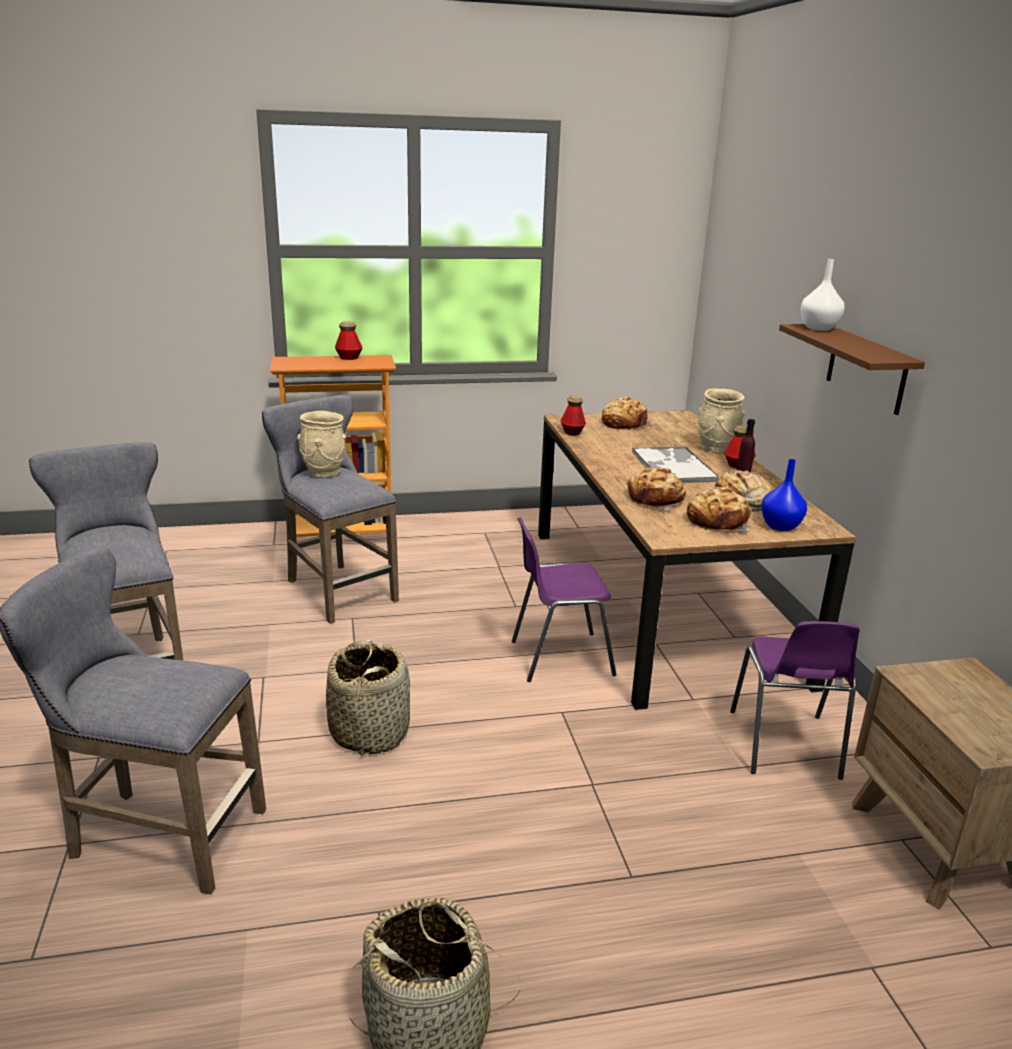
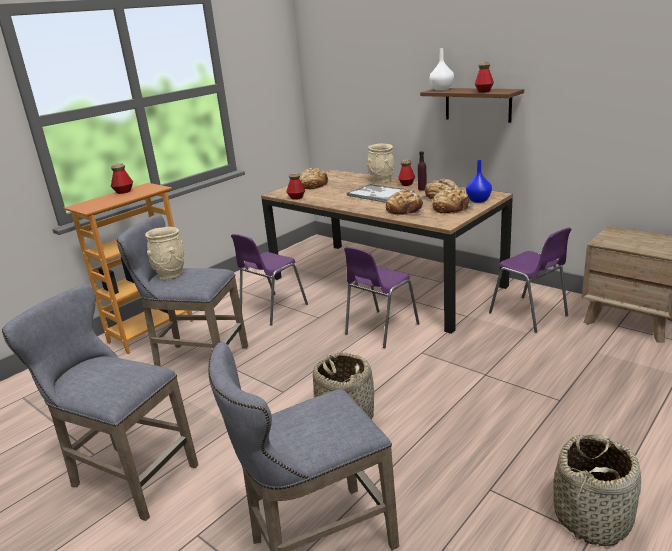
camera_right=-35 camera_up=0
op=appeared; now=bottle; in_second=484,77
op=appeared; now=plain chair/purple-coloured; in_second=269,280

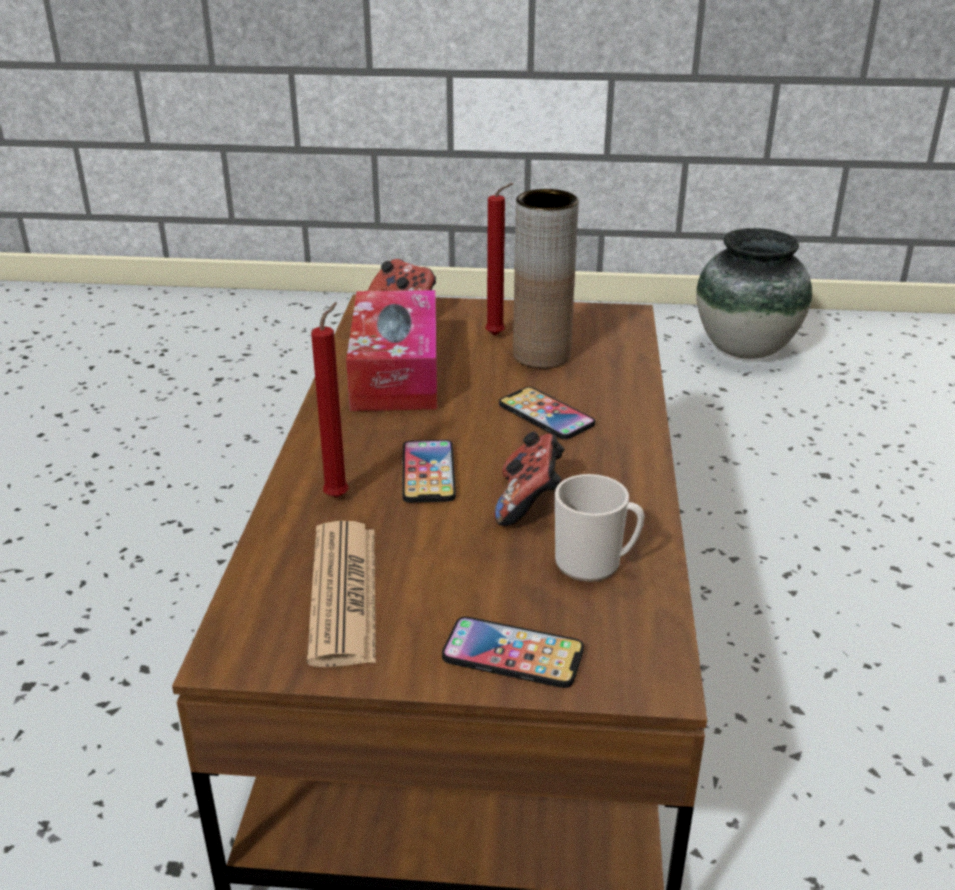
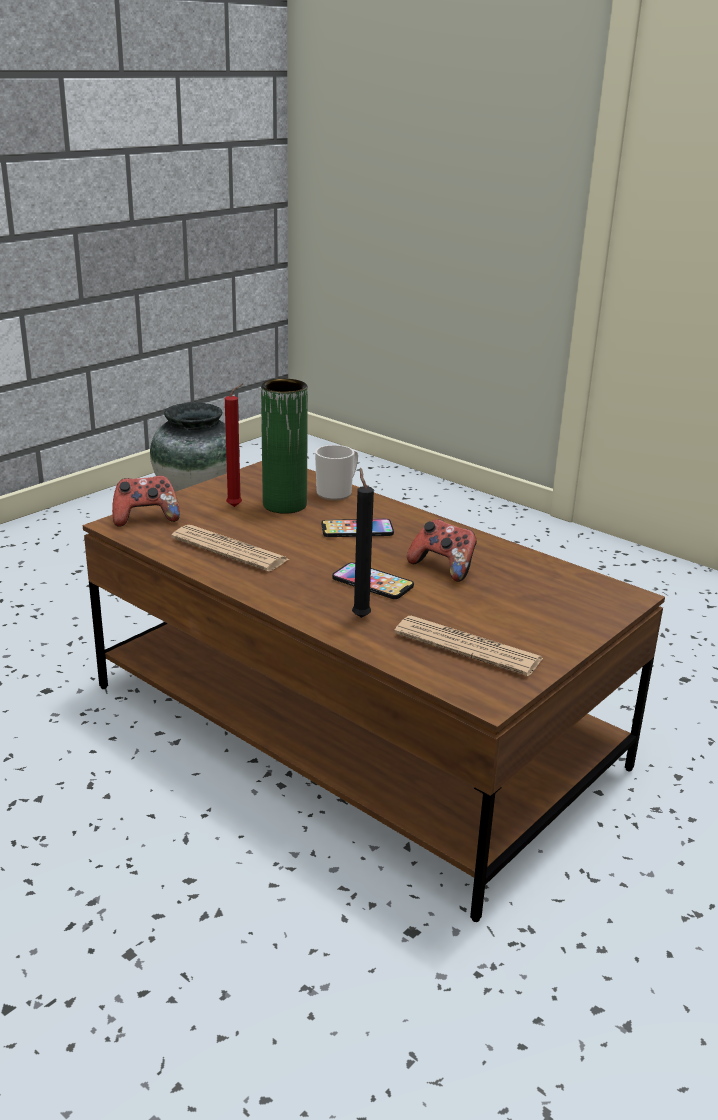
camera_right=-55 camera_up=-5
op=colour; was=flower vase/brown; now=flower vase/green-coloured; in_first=546,278; in_second=284,446
op=exchanged; was=tissue box; now=printed paper; in_first=391,350; in_second=230,548
op=colour; was=candle/red; now=candle/black; in_first=329,400; in_second=363,543
op=relocated; was=mug; in_first=600,528; in_second=336,473
op=missing; was=handset; in_first=513,652

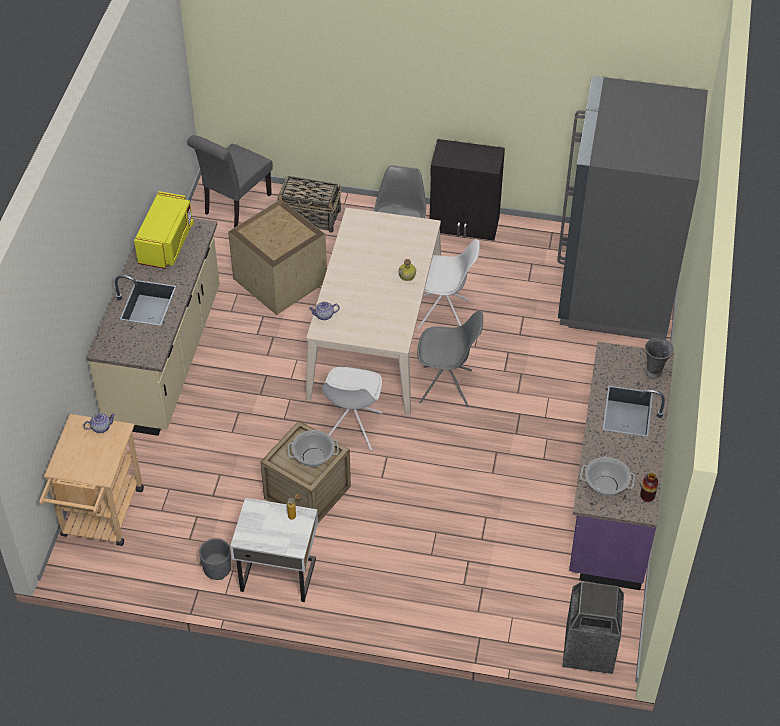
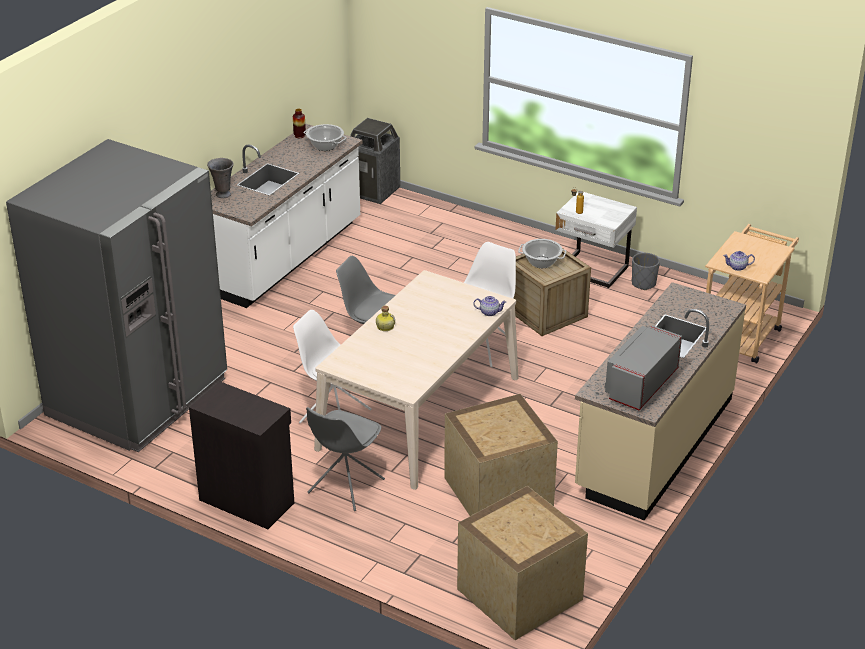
camera_right=-160 camera_up=-15
op=exchanged; was=plain chair/greyish; now=shipping crate; in_first=230,181; in_second=522,563
op=missing; was=household basket; in_first=309,204
op=colour; was=microwave oven/yellowish; now=microwave oven/greyish; in_first=164,230; in_second=643,367
op=colour; was=kitchen counter/purple-coloured; now=kitchen counter/whitish; in_first=621,466; in_second=287,216

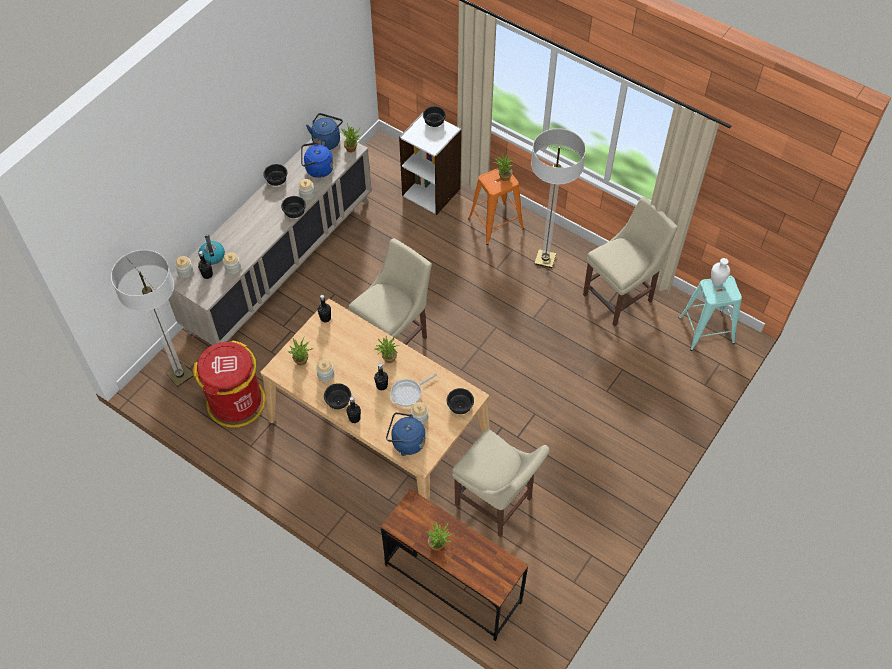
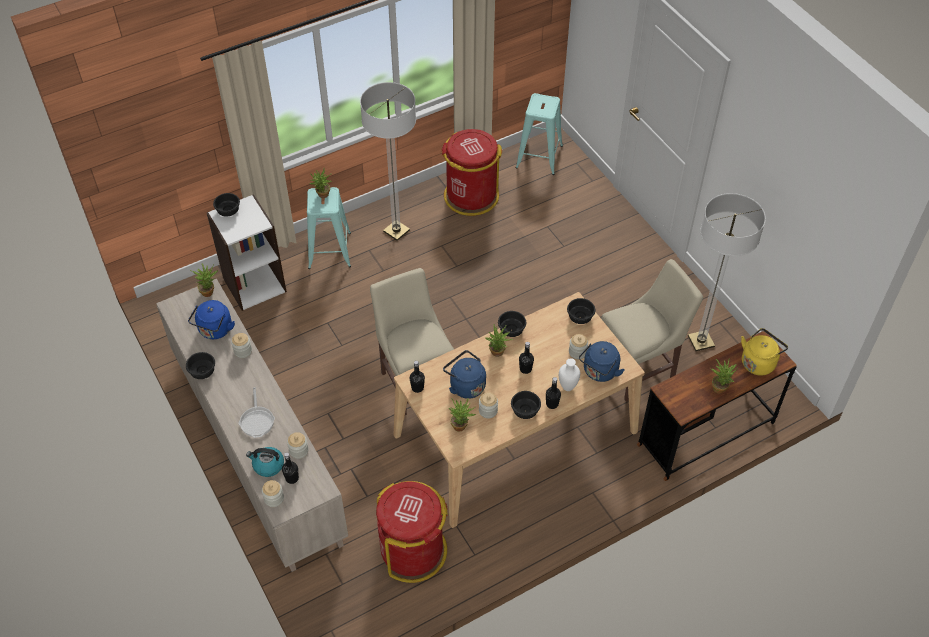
camera_right=-65 camera_up=-5
op=relocated; was=water kettle/blue-coloured; in_first=324,131; in_second=464,374
op=colour; was=stool seat/orangey; now=stool seat/turquoise-coloured; in_first=496,206; in_second=329,228
op=relocated; was=deep dish/black; in_first=293,207; in_second=512,324
op=exchanged; was=plain chair/beige; now=trash can/red; in_first=630,262; in_second=472,172
op=relocated; was=floor lamp; in_first=152,318; in_second=727,272
op=relocated; was=flower vase/whitish; in_first=720,272; in_second=569,374
op=relocated; was=pan; in_first=413,390; in_second=256,412
op=appeared; now=water kettle/yellowish; in_second=764,352

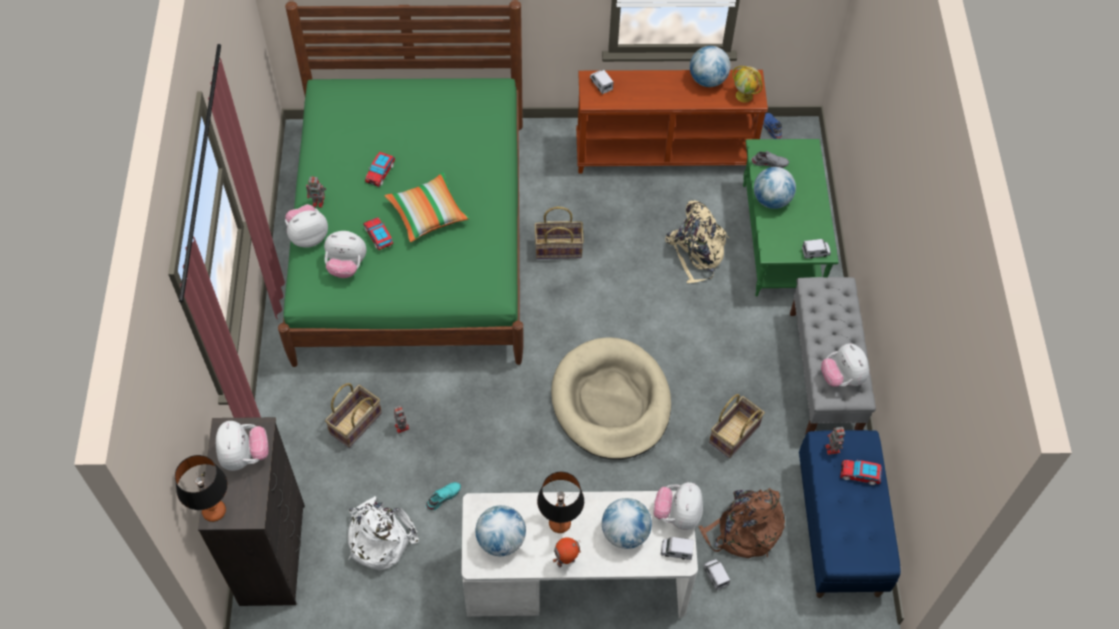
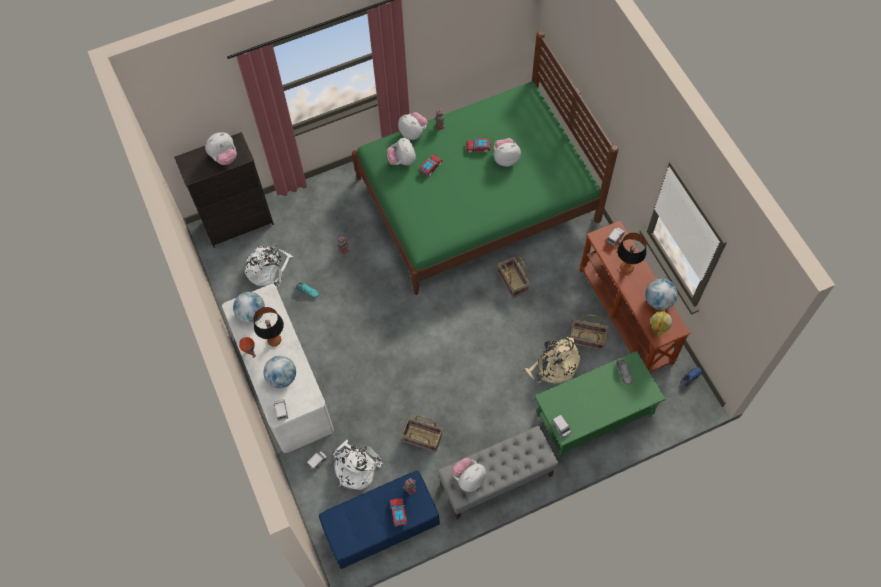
camera_right=70 camera_up=5
op=missing; was=world globe; in_first=775,188
op=missing; was=pillow; in_first=427,207
op=missing; was=dog bed/beige; in_first=611,398
op=relocated; was=household basket; in_first=353,415; in_second=589,332
op=relocated; was=table lamp; in_first=201,488; in_second=631,253
op=relocated; was=cuddly toy; in_first=678,506; in_second=507,152
op=colour; was=backpack/brown; now=backpack/whitish; in_first=741,523; in_second=357,465

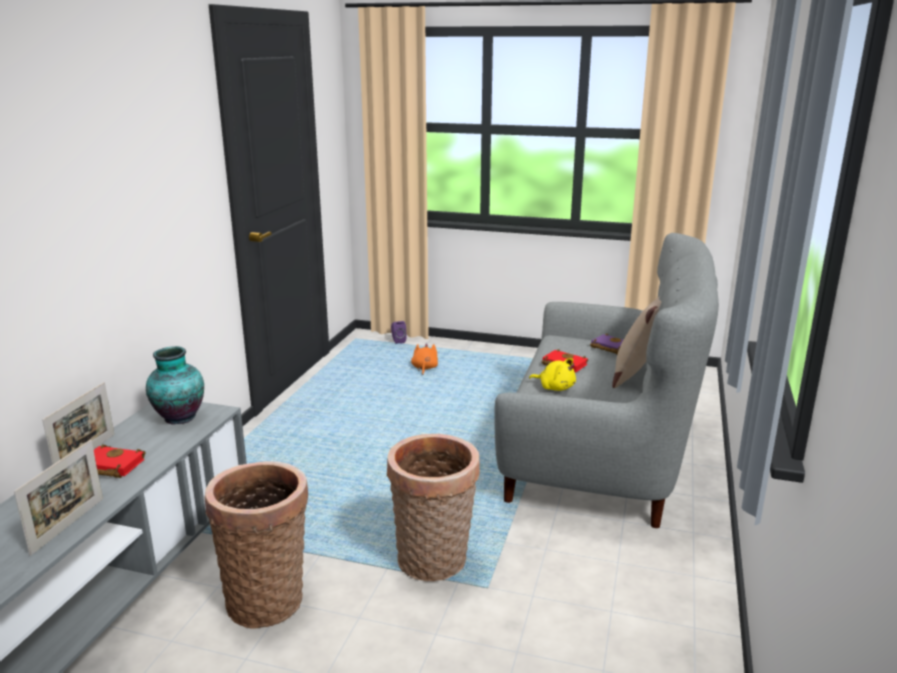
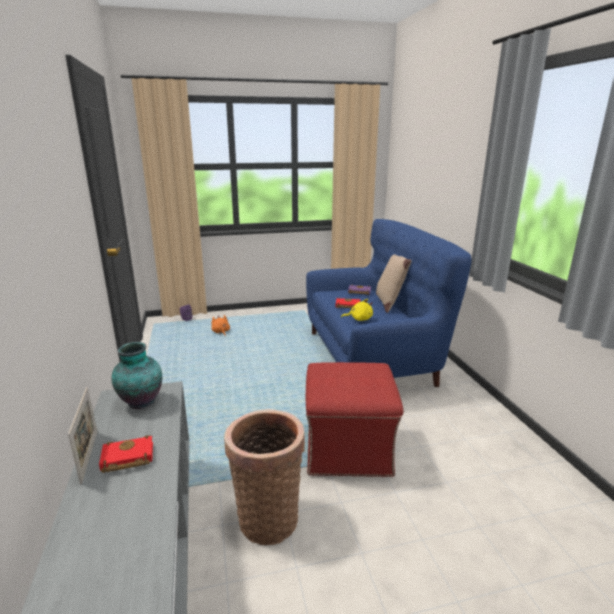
camera_right=-30 camera_up=0
op=colour; was=settee/greyish; now=settee/blue-coloured; in_first=606,380; in_second=389,303
op=exchanged; was=household basket; now=pouffe/red; in_first=433,507; in_second=355,419
op=missing; was=standing frame; in_first=58,498

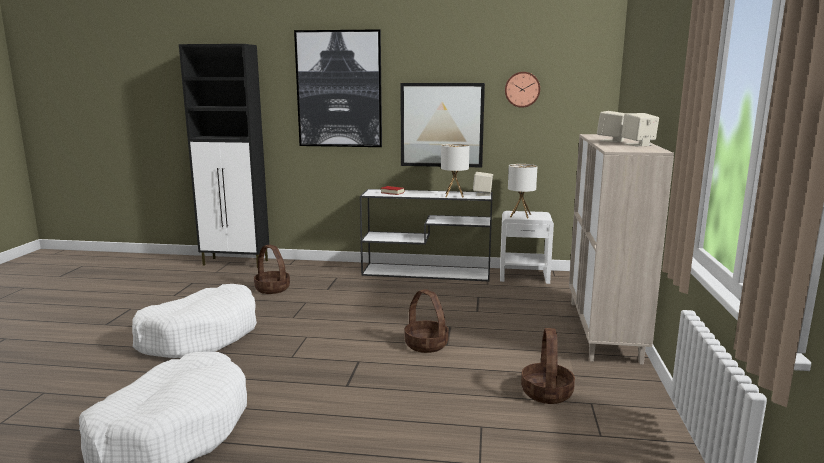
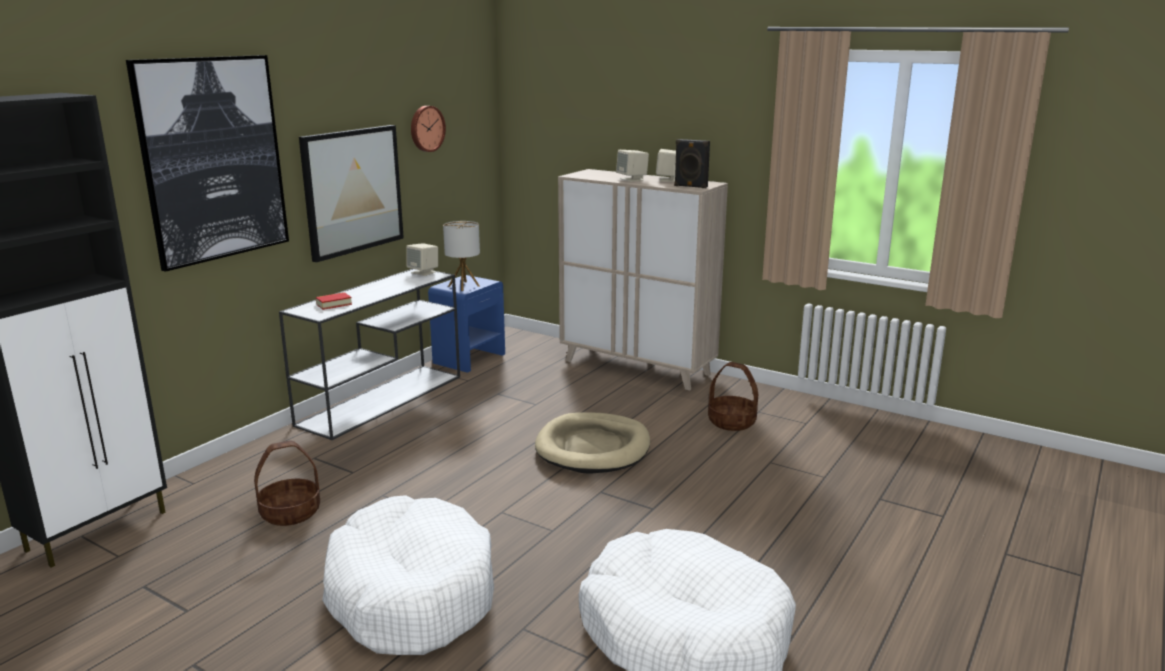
camera_right=-65 camera_up=5
op=missing; was=table lamp; in_first=455,171
op=colour; was=bedside table/whitish; now=bedside table/blue-coloured; in_first=527,247; in_second=466,324
op=exchanged; was=household basket; now=dog bed/beige; in_first=426,321; in_second=592,443
op=appeared; now=loudspeaker/black; in_second=692,163

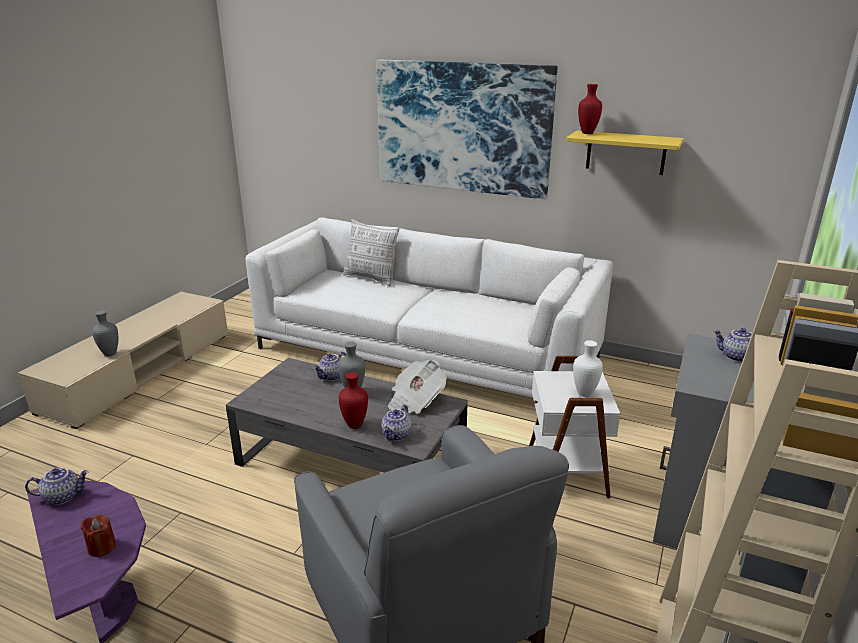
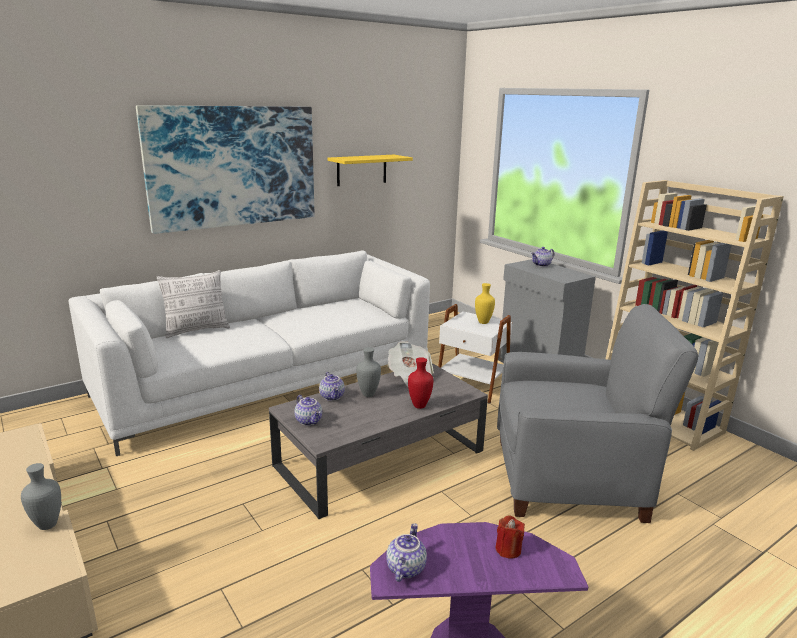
camera_right=-60 camera_up=-5
op=missing; was=flower vase/red; in_first=590,109
op=colour; was=flower vase/whitish; now=flower vase/yellowish; in_first=588,368; in_second=485,303
op=relocated; was=tea pot; in_first=396,423; in_second=308,410

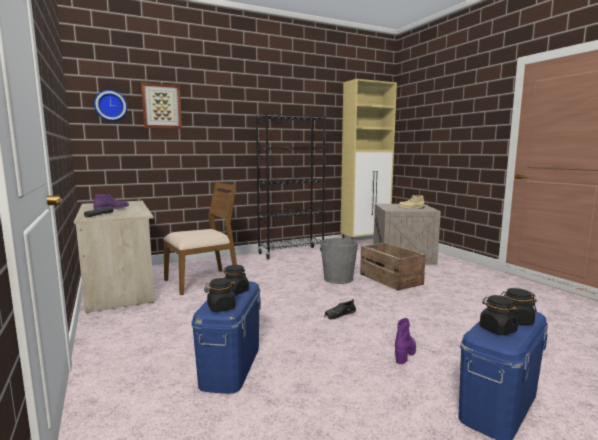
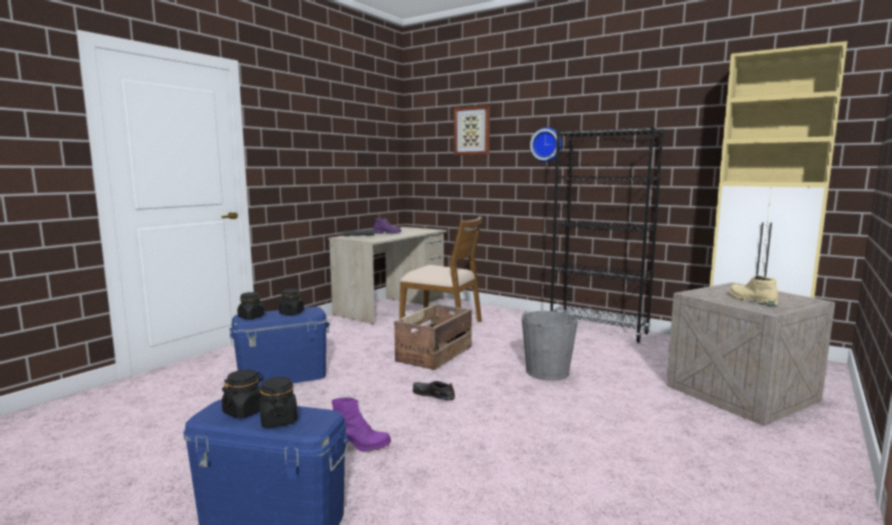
camera_right=60 camera_up=0
op=relocated; was=hanging clock; in_first=111,105; in_second=546,144
op=relocated; was=shipping crate; in_first=393,267; in_second=433,337

